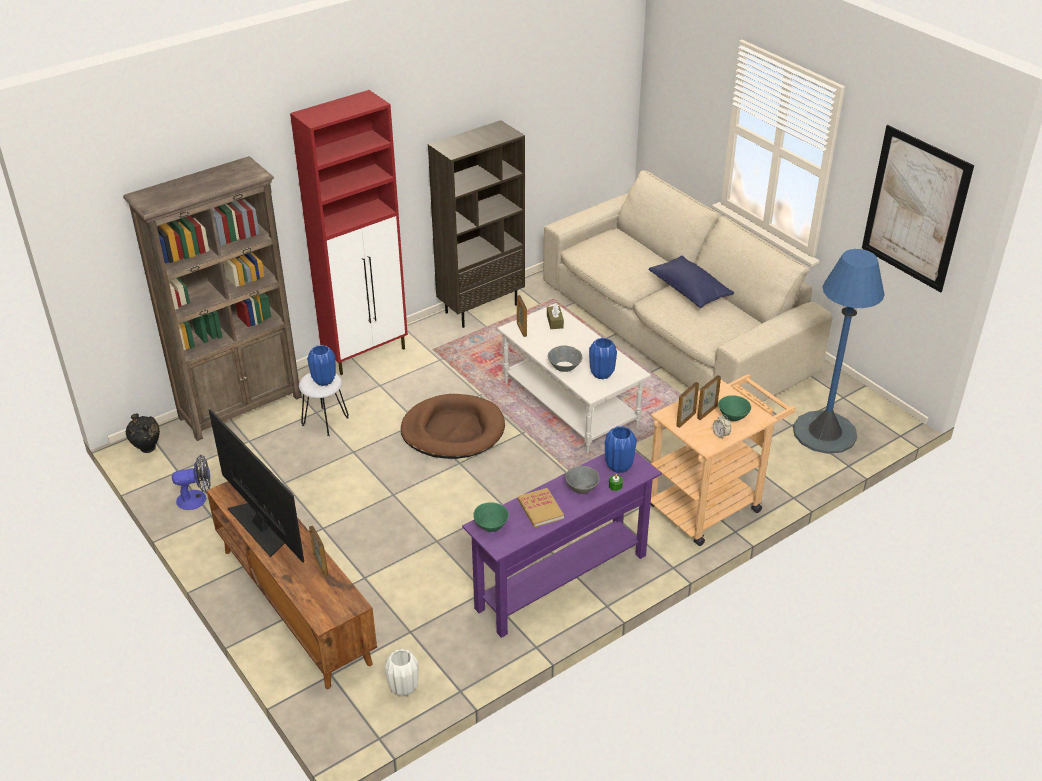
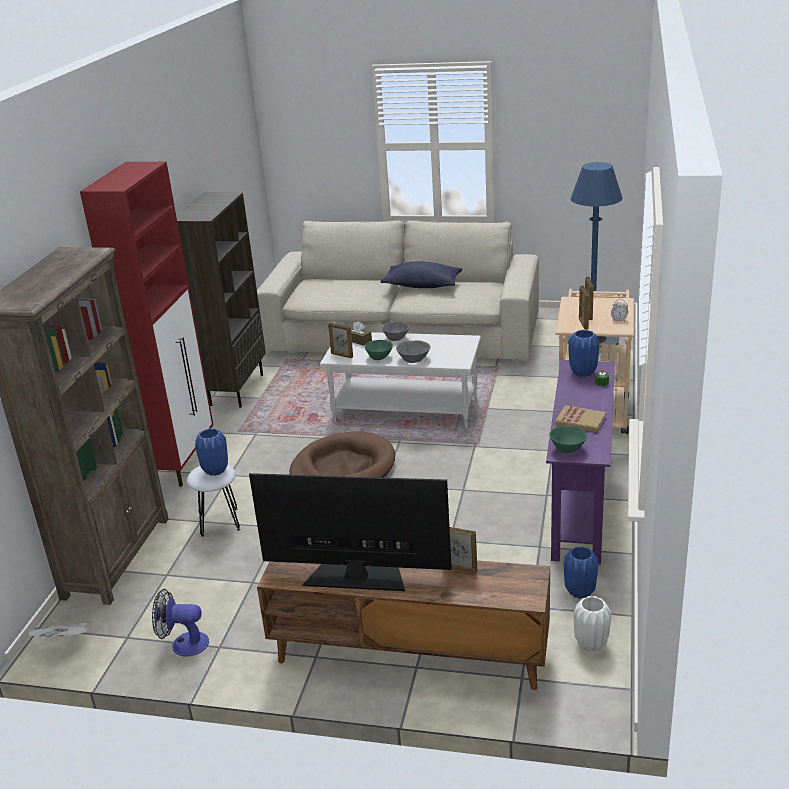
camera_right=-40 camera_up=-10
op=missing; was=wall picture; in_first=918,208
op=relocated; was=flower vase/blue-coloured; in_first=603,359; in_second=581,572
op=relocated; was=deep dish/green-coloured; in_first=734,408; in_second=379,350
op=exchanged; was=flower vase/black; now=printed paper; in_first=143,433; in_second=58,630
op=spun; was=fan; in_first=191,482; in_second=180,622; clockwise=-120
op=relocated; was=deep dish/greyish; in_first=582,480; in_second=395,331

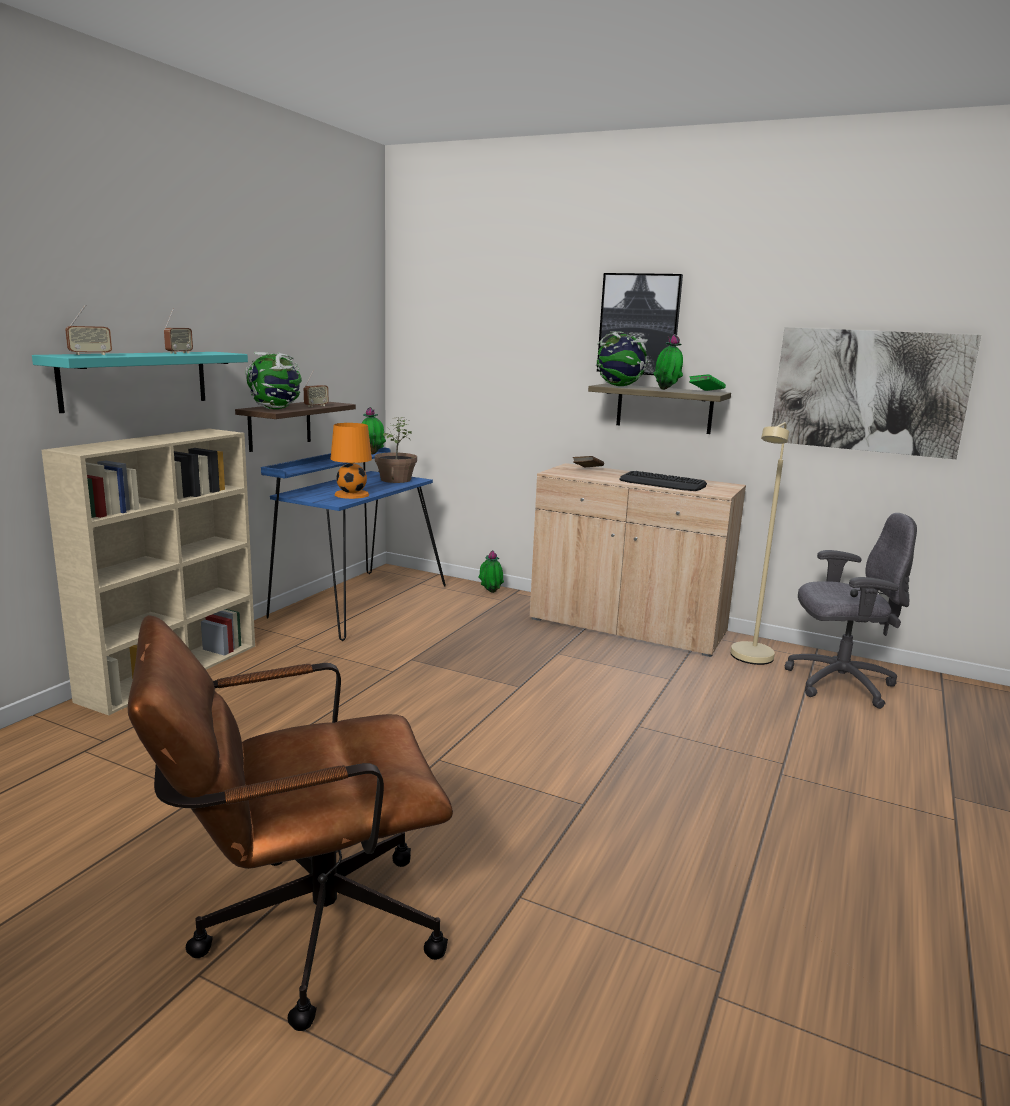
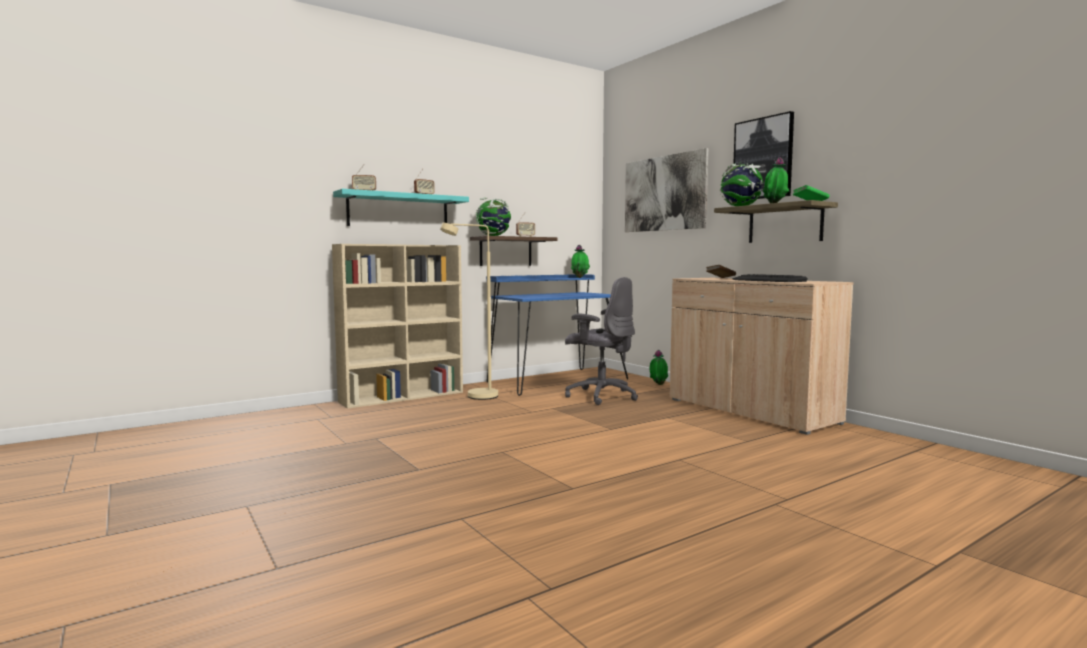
camera_right=30 camera_up=-10
op=relocated; was=wall picture; in_first=876,393; in_second=666,190
op=missing; was=potted plant; in_first=396,450
op=relocated; was=floor lamp/beige; in_first=760,543; in_second=469,311
op=missing; was=table lamp/orangey; in_first=351,461
op=relocated; was=desk chair/greyish; in_first=851,611; in_second=601,341
op=missing; was=desk chair/brown; in_first=290,823

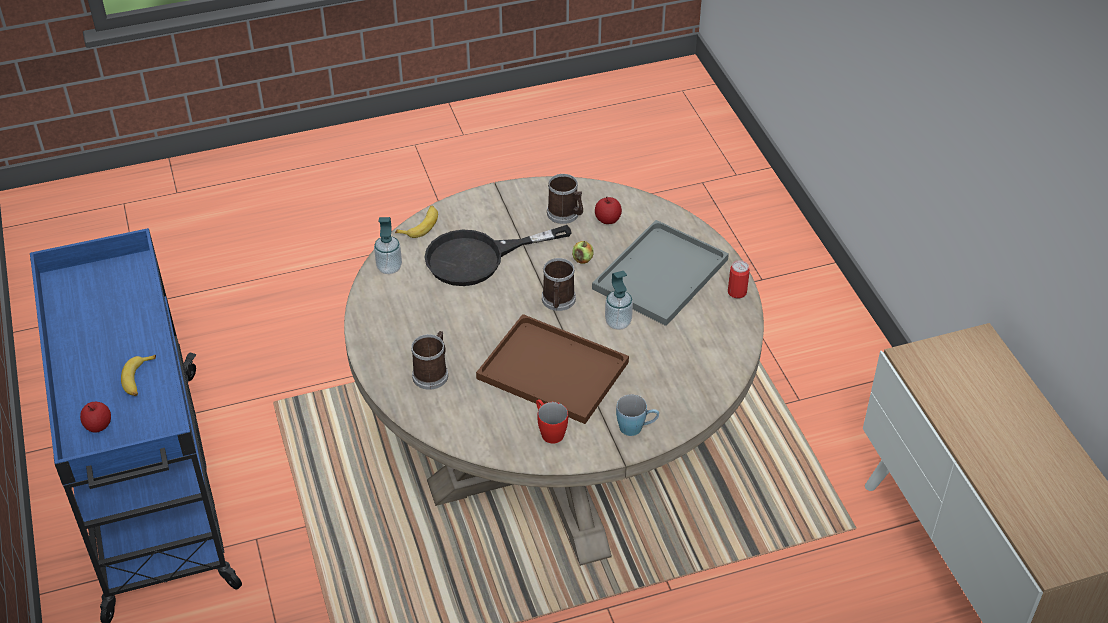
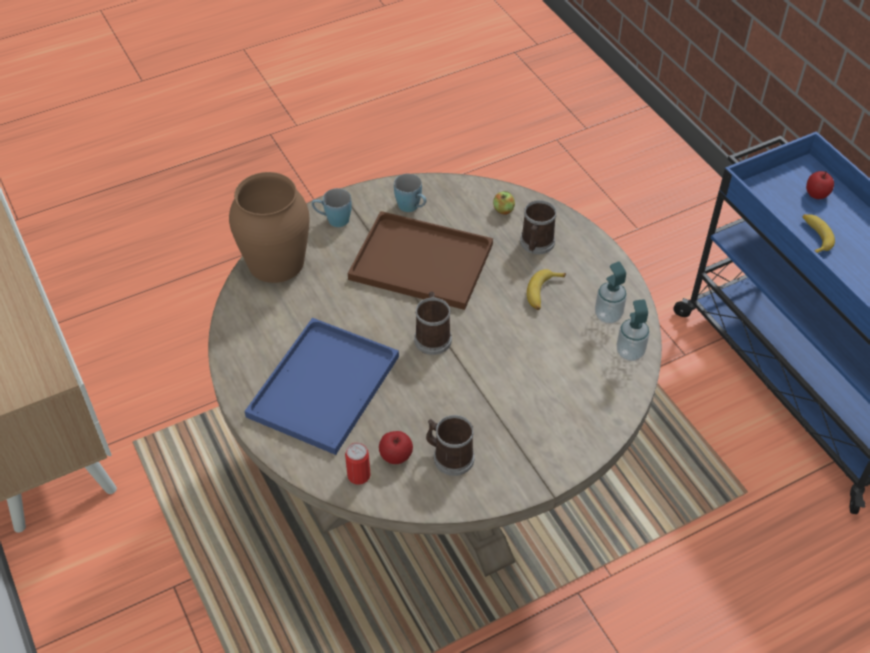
camera_right=170 camera_up=5
op=relocated; was=whole banana; in_first=416,222; in_second=546,289
op=colour; was=tray/greyish; now=tray/blue-coloured; in_first=660,273; in_second=322,386
op=missing; was=pan/black; in_first=498,255
op=relocated; was=apple fruit; in_first=583,252; in_second=504,203
op=relocated; was=can; in_first=739,279; in_second=358,463
op=relocated; was=soap dispenser; in_first=619,300; in_second=611,292
op=colour; was=mug/red; now=mug/blue-coloured; in_first=552,421; in_second=410,193
op=appeared; now=flower vase/brown; in_second=269,227

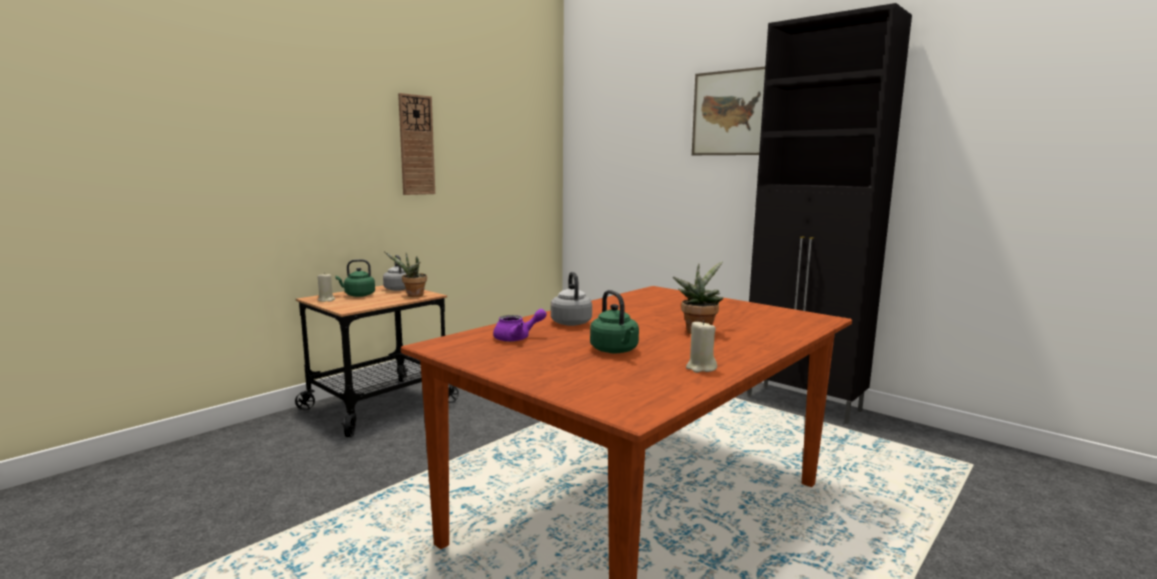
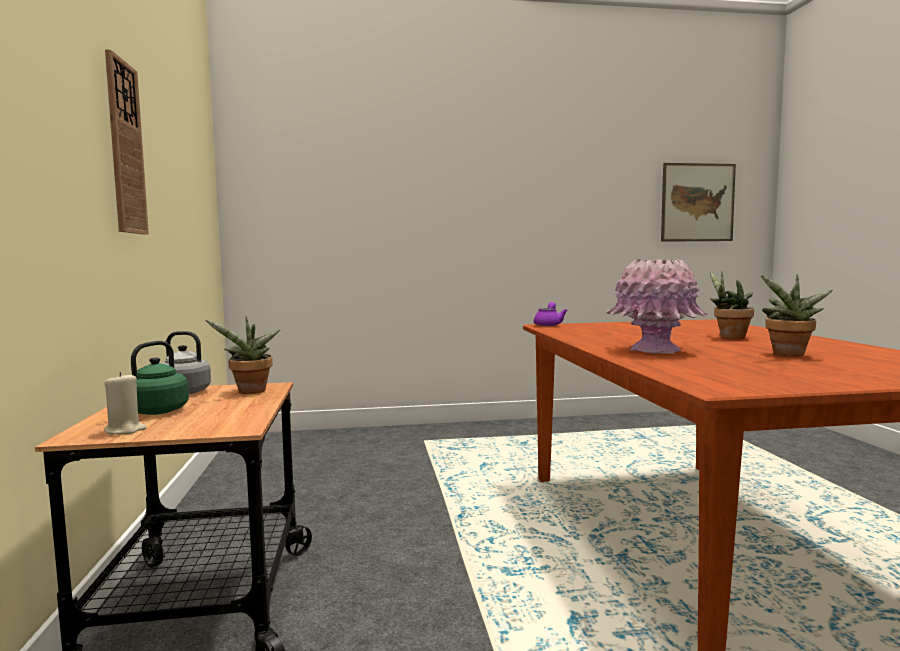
camera_right=-50 camera_up=-5
op=missing; was=cabinet/black; in_first=829,213
op=relocated; was=wall picture; in_first=728,110; in_second=698,202
op=exchanged; was=water kettle/greyish; now=flower vase/pink-coloured; in_first=571,299; in_second=656,306
op=exchanged; was=water kettle/green-coloured; now=potted plant; in_first=614,321; in_second=797,315
op=relocated; was=tea pot/purple-coloured; in_first=520,325; in_second=551,314
op=missing; was=candle/beige; in_first=701,346

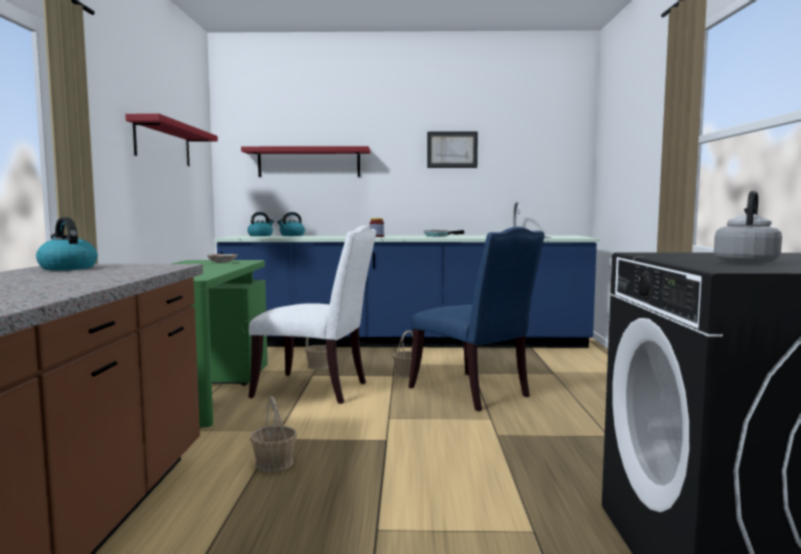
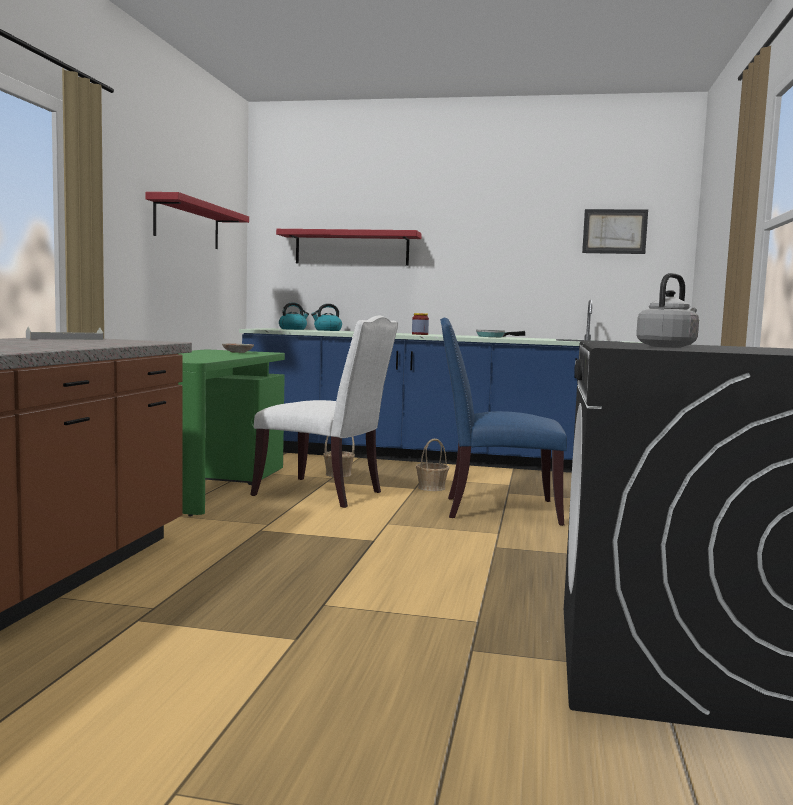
camera_right=10 camera_up=0
op=relocated; was=wall picture; in_first=452,150; in_second=615,231
op=exchanged; was=water kettle; now=tray/greyish; in_first=67,243; in_second=64,333
op=spun; was=plain chair/blue-coloured; in_first=476,319; in_second=503,422; clockwise=120
op=missing; was=household basket; in_first=273,434

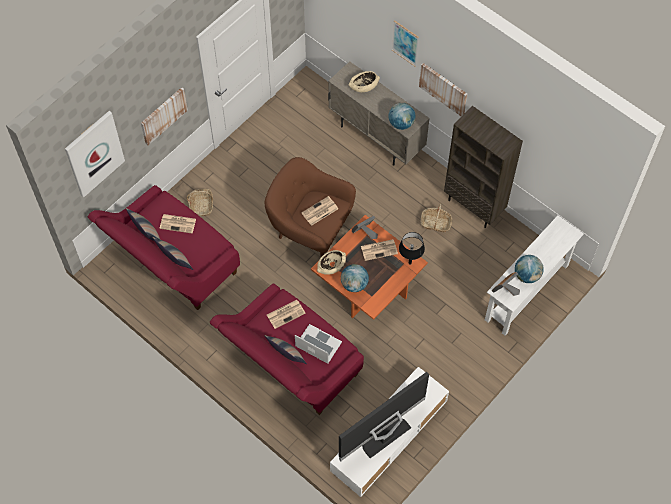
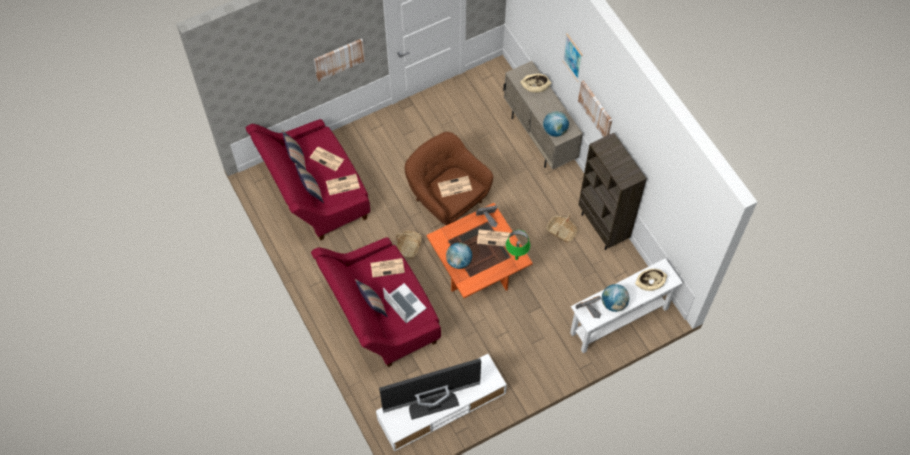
camera_right=20 camera_up=0
op=missing; was=wall picture; in_first=95,154
op=relocated; was=household basket; in_first=200,202; in_second=409,244
op=colour; was=table lamp/black; now=table lamp/green-coloured; in_first=412,248; in_second=518,245
op=relocated; was=deep dish/beige; in_first=331,262; in_second=651,280
op=appeared; now=printed paper; in_second=343,184

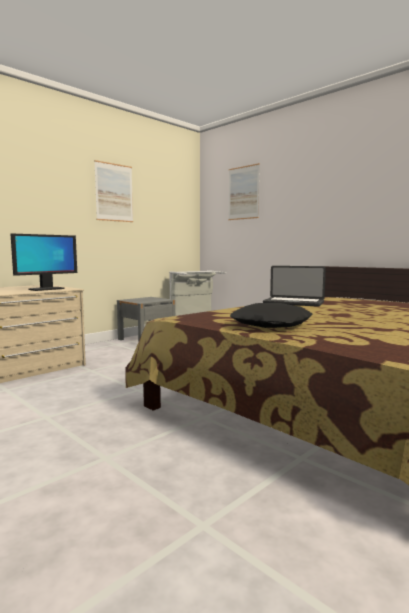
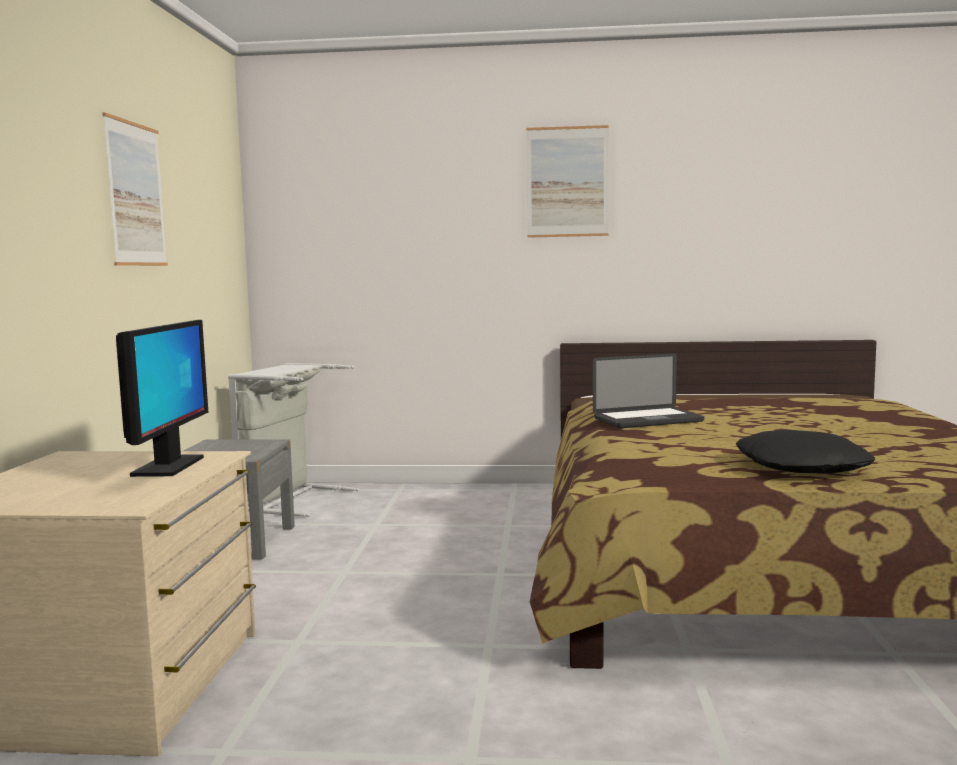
camera_right=-40 camera_up=0
op=relocated; was=wall picture; in_first=244,191; in_second=567,181

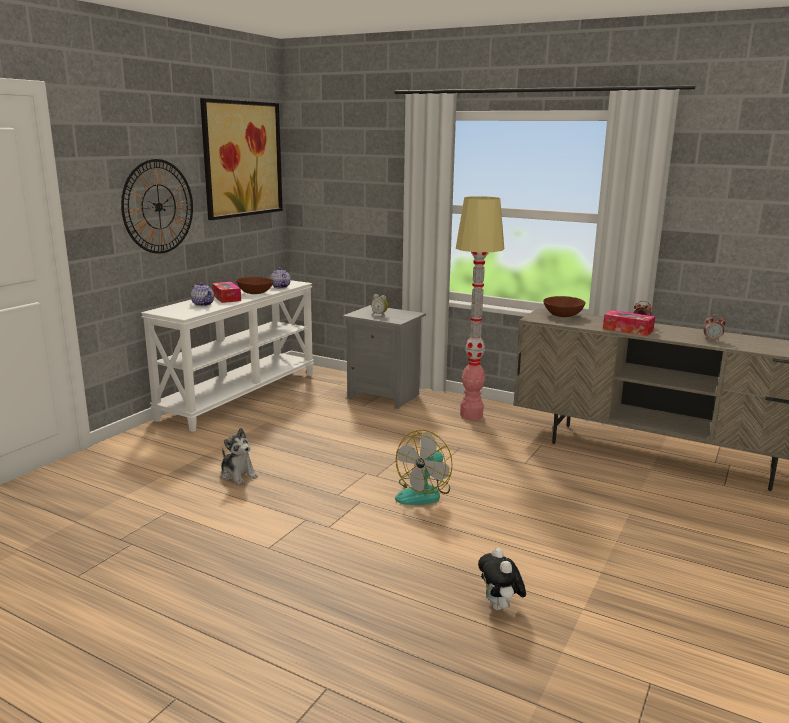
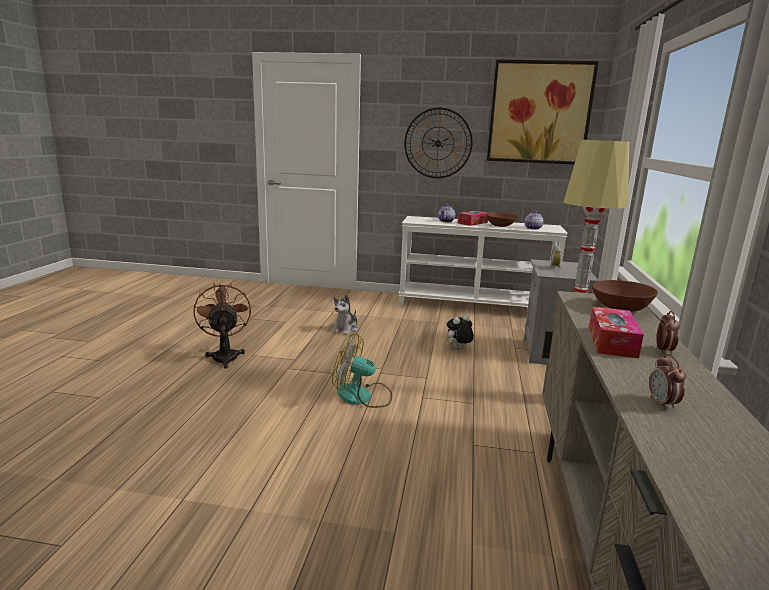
camera_right=70 camera_up=0
op=relocated; was=cuddly toy; in_first=502,579; in_second=460,331
op=appeared; now=fan/brown; in_second=222,326

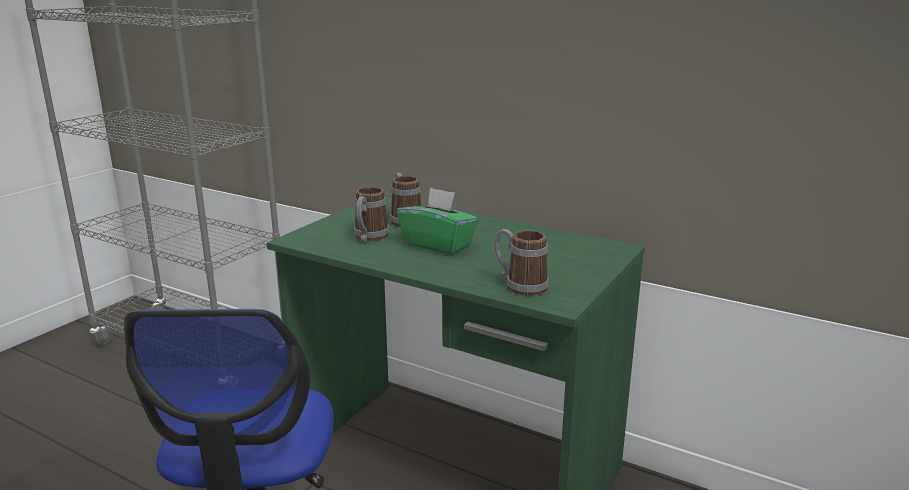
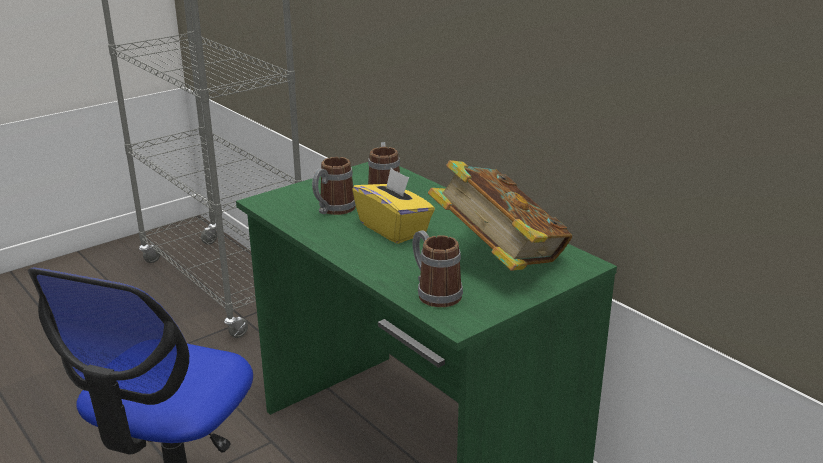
camera_right=20 camera_up=5
op=colour; was=tissue box/green-coloured; now=tissue box/yellowish; in_first=437,221; in_second=393,206
op=appeared; now=book; in_second=500,215

